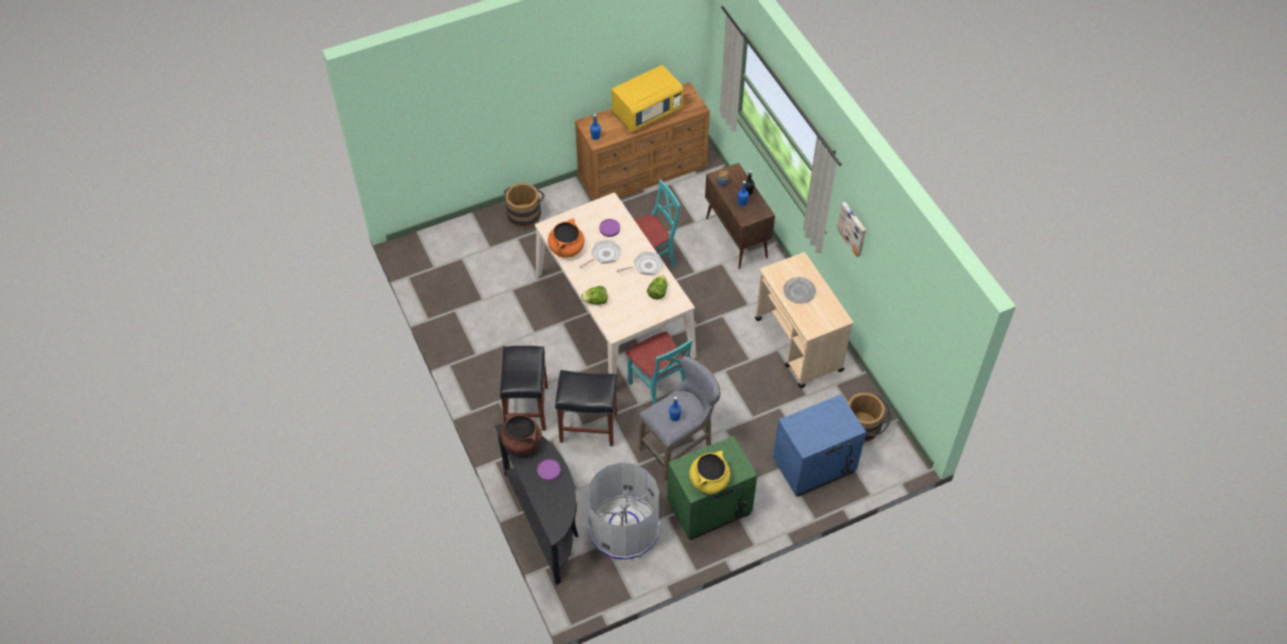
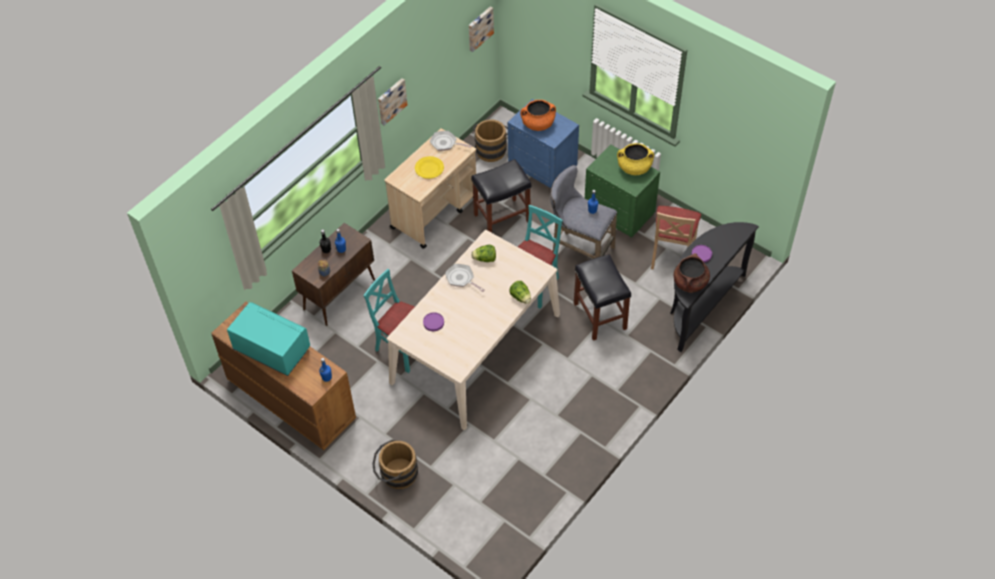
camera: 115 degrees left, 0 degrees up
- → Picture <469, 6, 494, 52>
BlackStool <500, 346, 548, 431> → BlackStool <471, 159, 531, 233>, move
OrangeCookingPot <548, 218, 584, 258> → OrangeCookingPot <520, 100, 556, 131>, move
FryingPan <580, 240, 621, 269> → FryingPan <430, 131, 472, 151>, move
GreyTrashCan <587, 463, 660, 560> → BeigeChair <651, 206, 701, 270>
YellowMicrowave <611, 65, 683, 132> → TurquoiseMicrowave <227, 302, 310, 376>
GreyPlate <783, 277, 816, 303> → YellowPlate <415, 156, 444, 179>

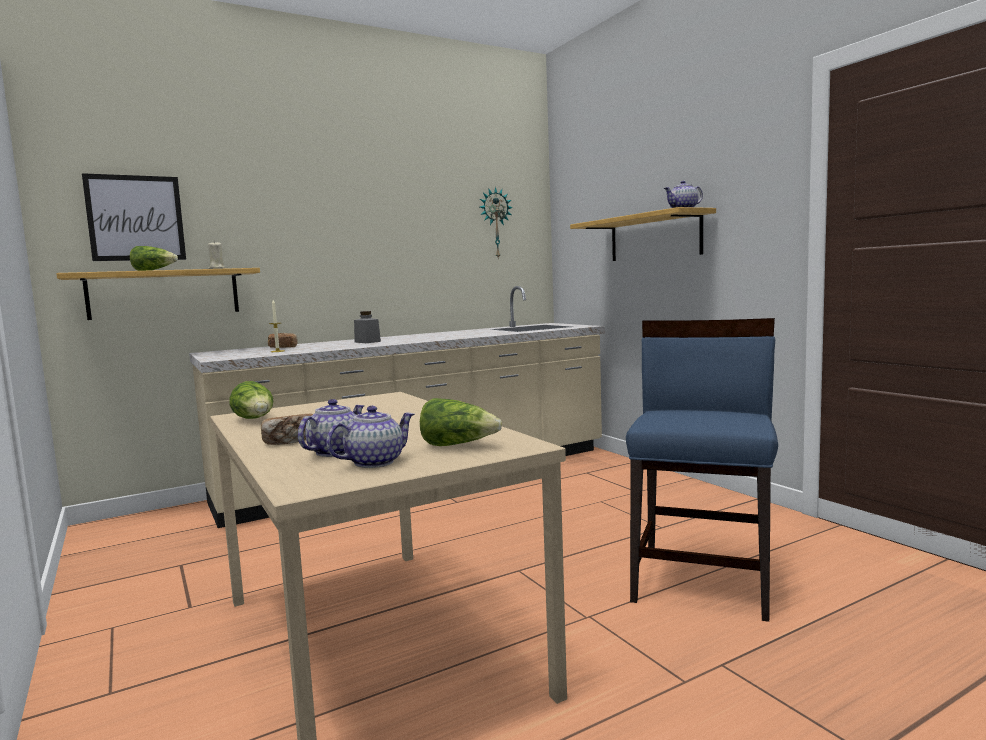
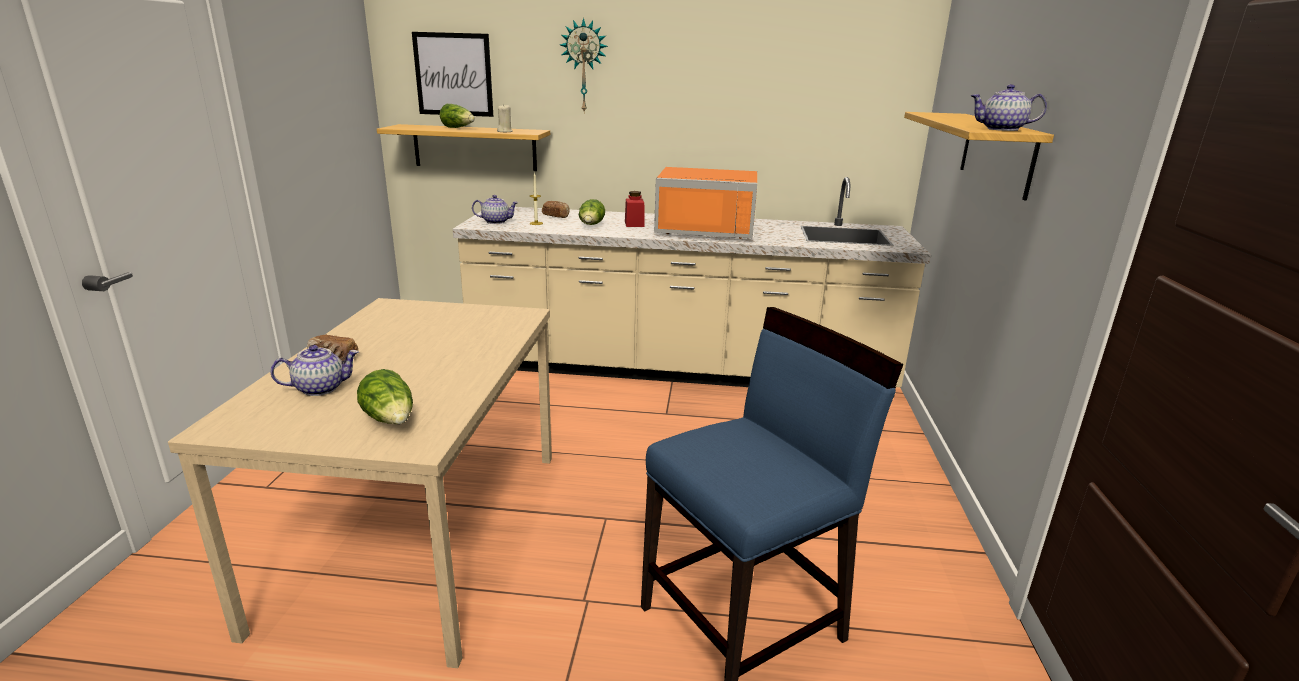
camera: 35 degrees right, 15 degrees up
- → OrangeMicrowave <654, 167, 757, 239>
Lettuce <230, 381, 273, 419> → Lettuce <579, 199, 605, 225>, move
Teapot <326, 406, 414, 468> → Teapot <472, 195, 518, 224>, move
WallClock <480, 187, 513, 260> → WallClock <560, 18, 608, 114>, move
GreyJar <354, 311, 381, 343> → RedJar <625, 191, 645, 227>

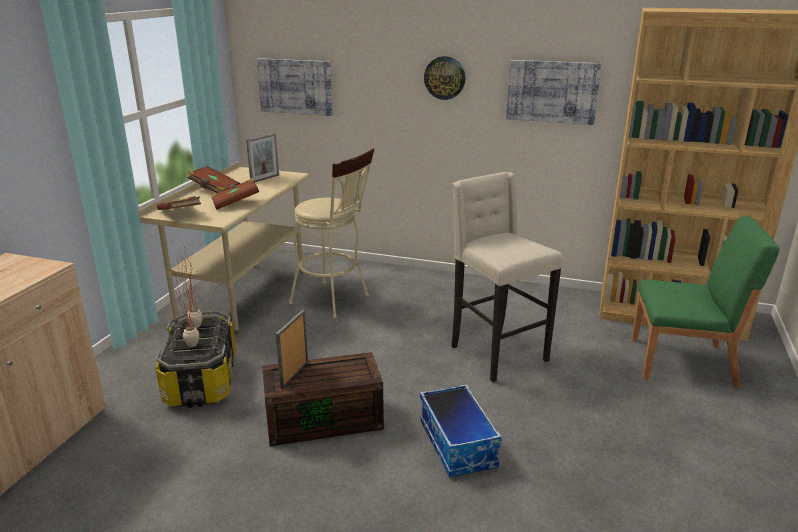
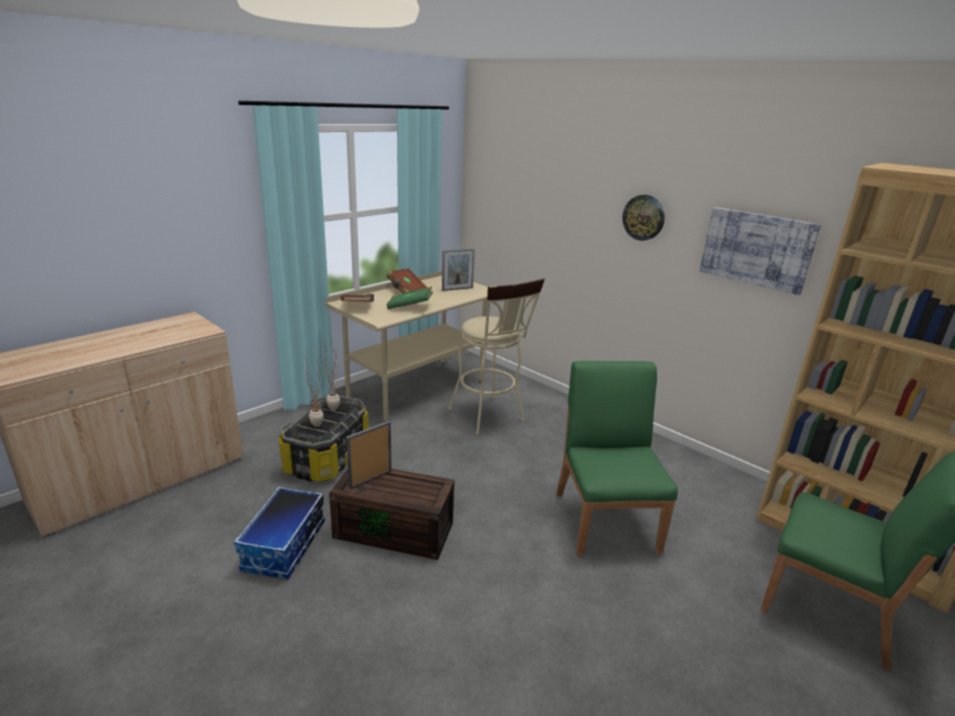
camera: 25 degrees right, 0 degrees up
Picture <257, 58, 332, 116> → -
StorageBox <420, 384, 502, 477> → StorageBox <234, 487, 325, 580>, move
BeigeStool <451, 172, 563, 382> → GreenChair <556, 361, 678, 556>
BrownBook <211, 178, 259, 210> → GreenBook <387, 287, 433, 309>

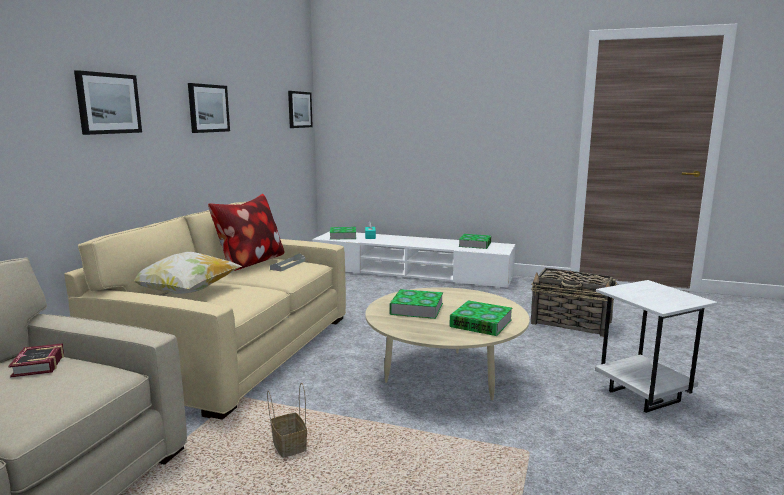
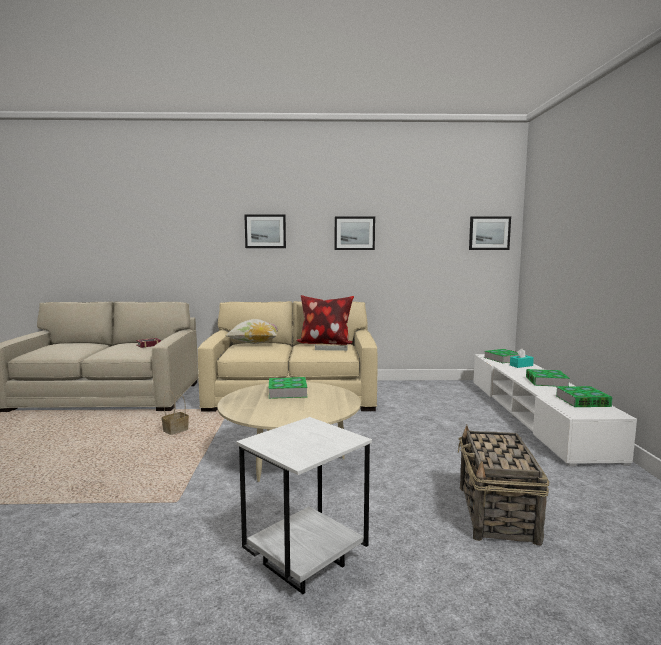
camera: 70 degrees right, 5 degrees down
Book <449, 300, 512, 336> → Book <526, 369, 570, 387>, move

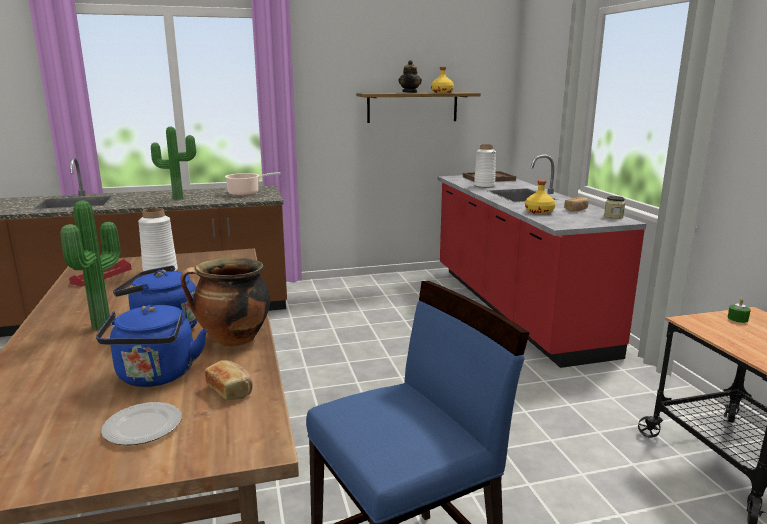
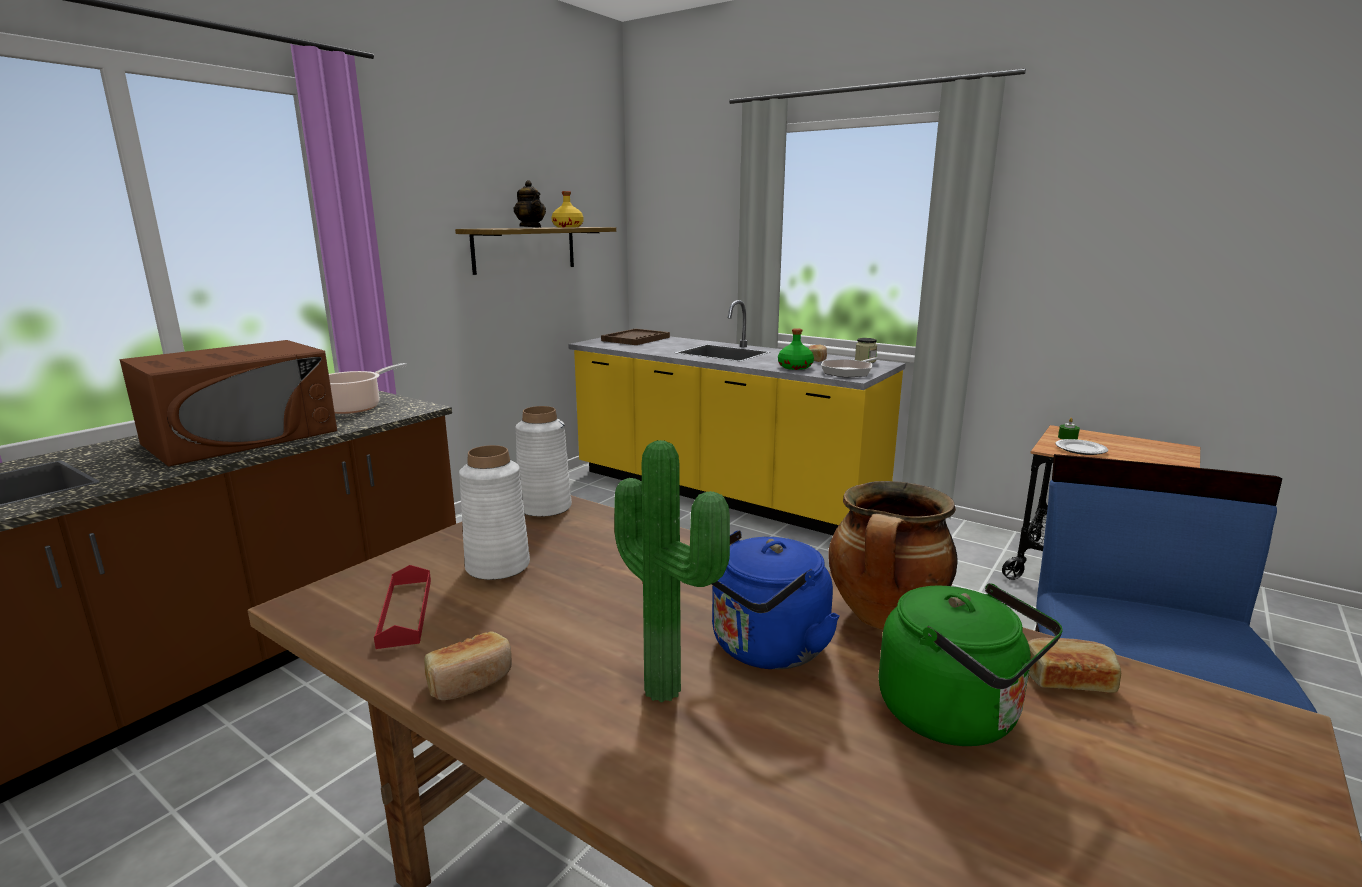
camera: 40 degrees left, 0 degrees up
- → Bread <424, 631, 512, 700>
- → FryingPan <821, 357, 878, 377>
Plate <101, 402, 182, 445> → Plate <1055, 439, 1108, 455>, move
WhiteVase <474, 144, 496, 188> → WhiteVase <515, 406, 572, 517>, move
PottedPlant <151, 126, 196, 200> → BrownMicrowave <120, 340, 337, 467>
BlueKettle <96, 305, 207, 387> → GreenKettle <879, 583, 1063, 746>
RedCounter <438, 155, 647, 368> → YellowCounter <568, 300, 906, 535>
YellowBottle <525, 180, 555, 214> → GreenBottle <778, 328, 814, 370>

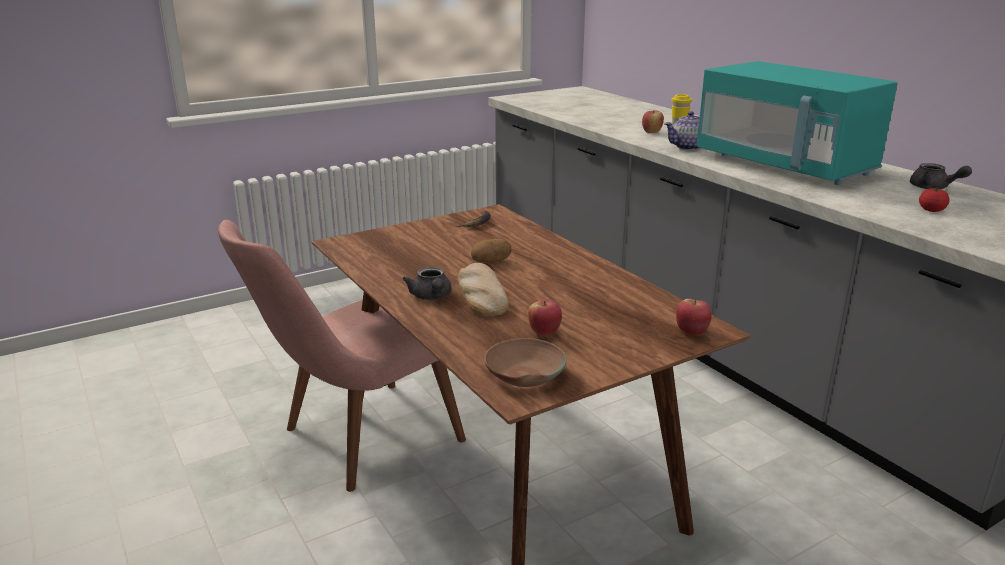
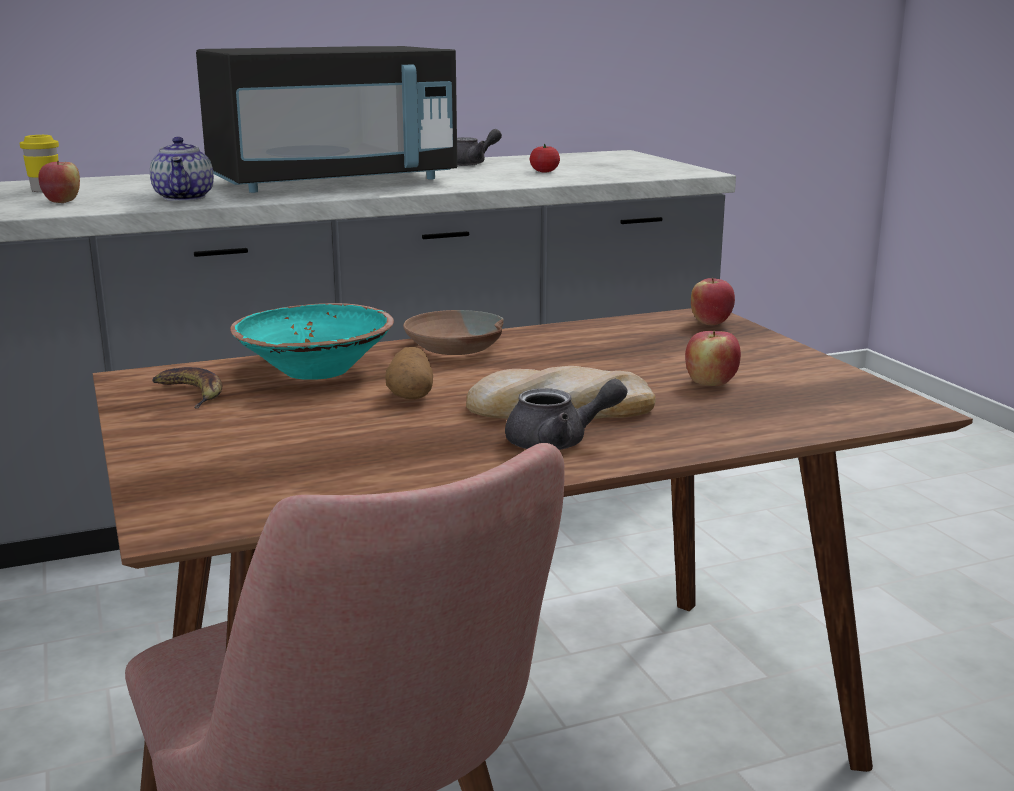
camera: 80 degrees left, 5 degrees down
- → TurquoiseBowl <230, 303, 394, 380>
BrownBowl <484, 338, 567, 387> → BrownBowl <403, 310, 504, 355>, move
TurquoiseMicrowave <697, 61, 898, 185> → BlackMicrowave <196, 46, 457, 193>

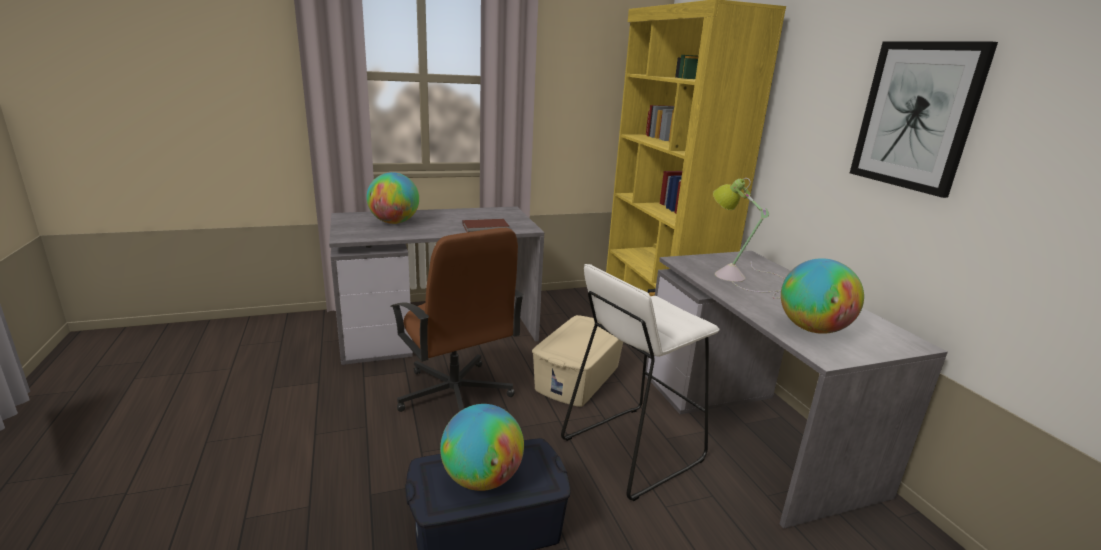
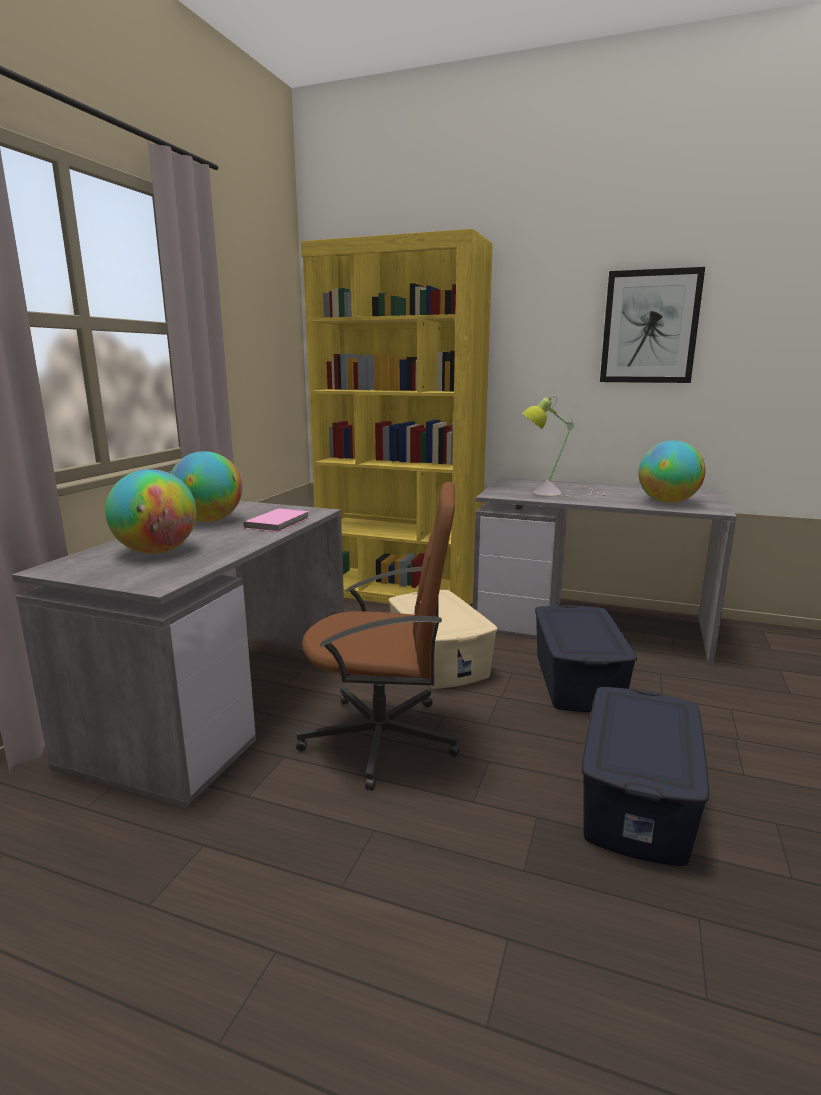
camera: 50 degrees left, 5 degrees down
Globe <440, 404, 524, 491> → Globe <170, 451, 242, 522>, move
WhiteStool <561, 264, 720, 501> → BlueStorageBox <535, 605, 637, 712>
BrownBook <462, 219, 509, 232> → PinkBook <243, 508, 309, 532>

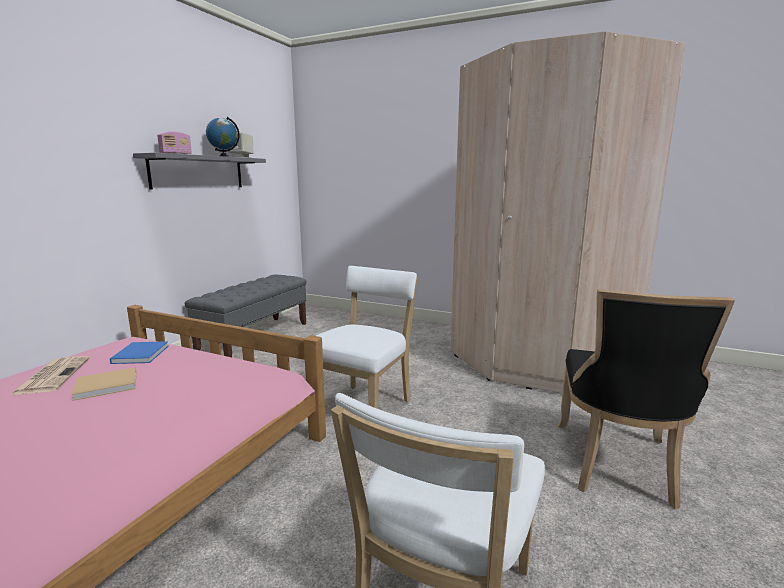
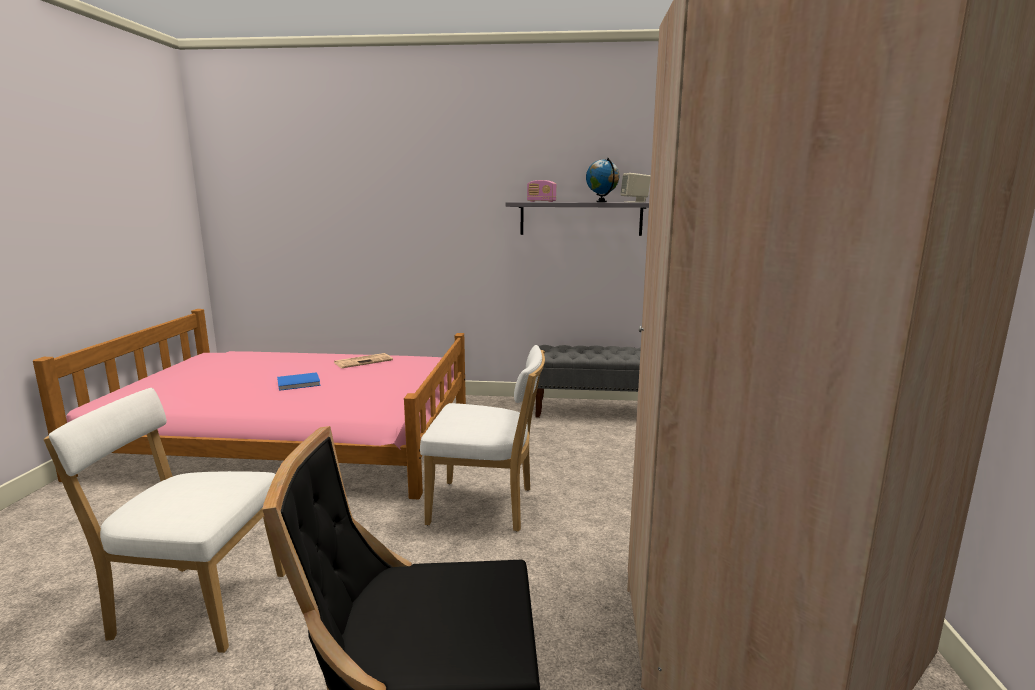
camera: 70 degrees right, 0 degrees up
BeigeBook <71, 367, 136, 401> → -
BlueBook <110, 341, 168, 364> → BlueBook <277, 372, 321, 391>, move

